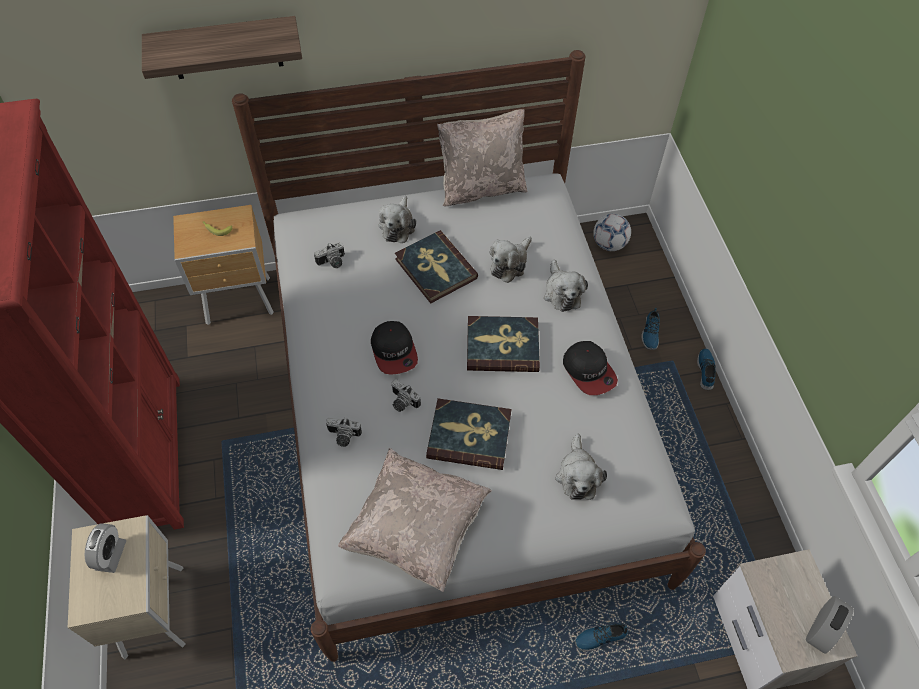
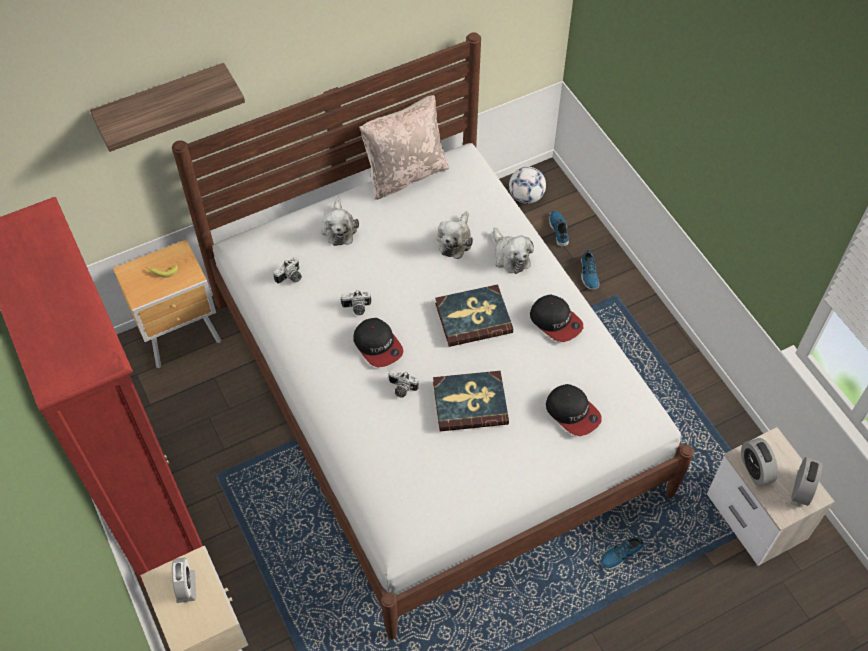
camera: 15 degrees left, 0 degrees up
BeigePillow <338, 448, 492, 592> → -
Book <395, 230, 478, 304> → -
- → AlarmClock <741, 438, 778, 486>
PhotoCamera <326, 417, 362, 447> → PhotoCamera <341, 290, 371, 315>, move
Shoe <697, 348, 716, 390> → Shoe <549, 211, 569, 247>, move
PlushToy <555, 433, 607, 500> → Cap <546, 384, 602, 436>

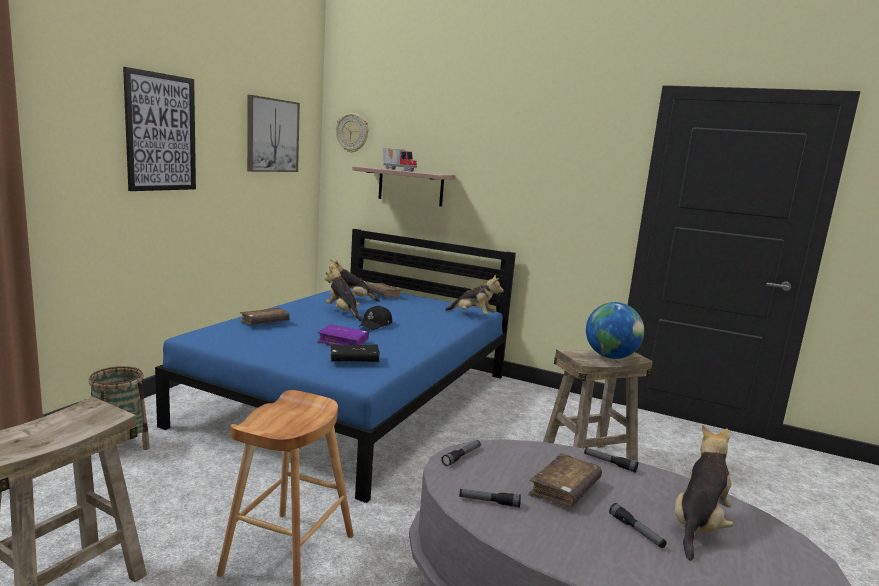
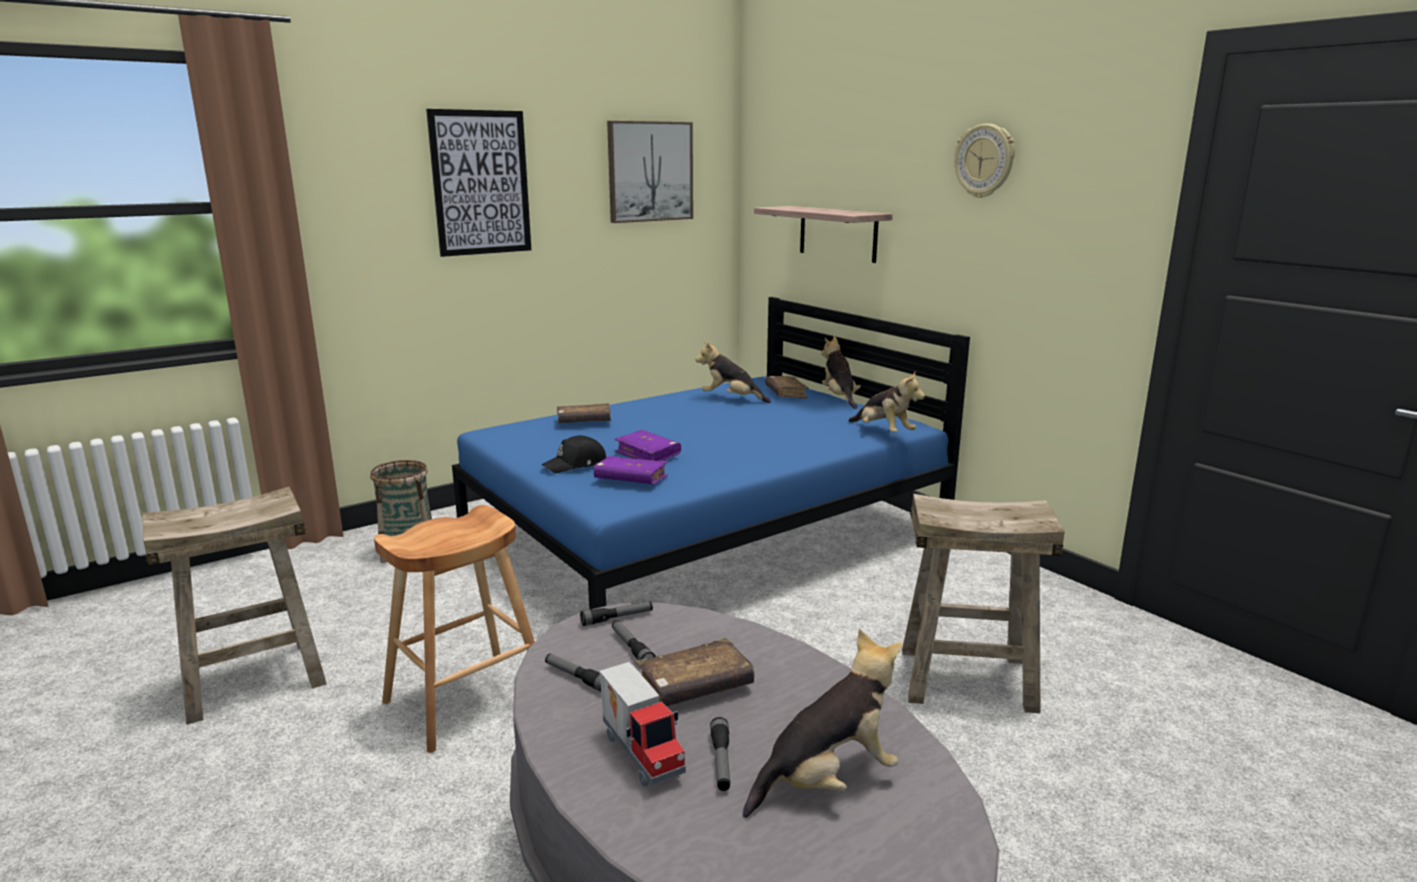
camera: 30 degrees right, 5 degrees up
Globe <586, 302, 644, 359> → -
PlushToy <324, 265, 363, 321> → PlushToy <821, 336, 861, 409>, move
WallClock <336, 113, 369, 153> → WallClock <954, 124, 1015, 198>, move
BlackCap <359, 305, 392, 330> → BlackCap <542, 435, 606, 473>, move
ToyTruck <383, 148, 417, 171> → ToyTruck <599, 662, 686, 787>, move
Flashlight <584, 448, 638, 473> → Flashlight <612, 621, 656, 660>, move
BlackBook <330, 344, 380, 362> → PurpleBook <594, 456, 668, 484>

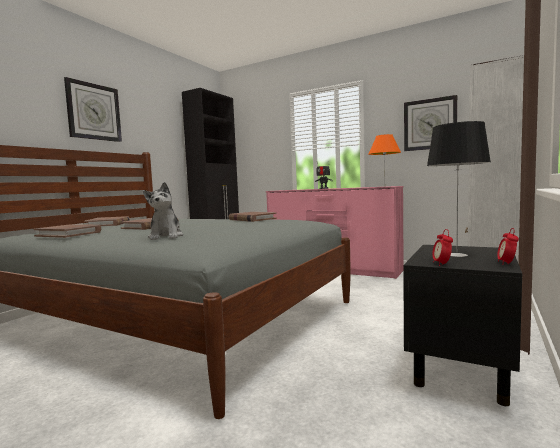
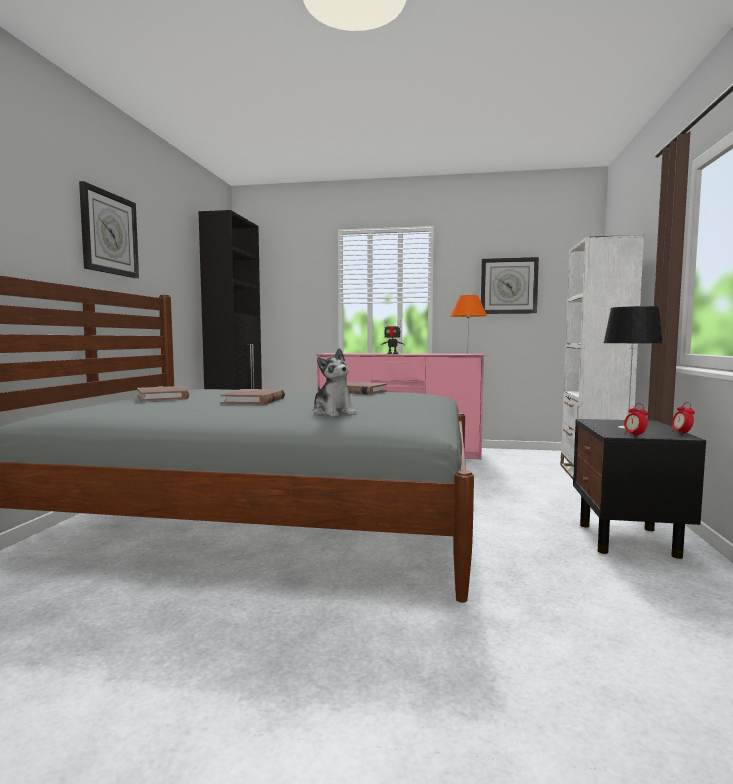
camera: 20 degrees left, 0 degrees up
BrownBook <34, 224, 101, 238> → -

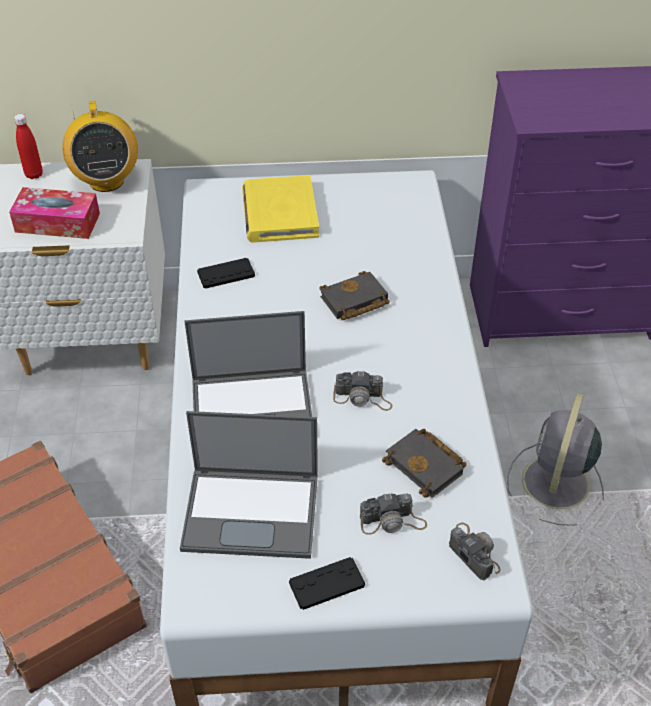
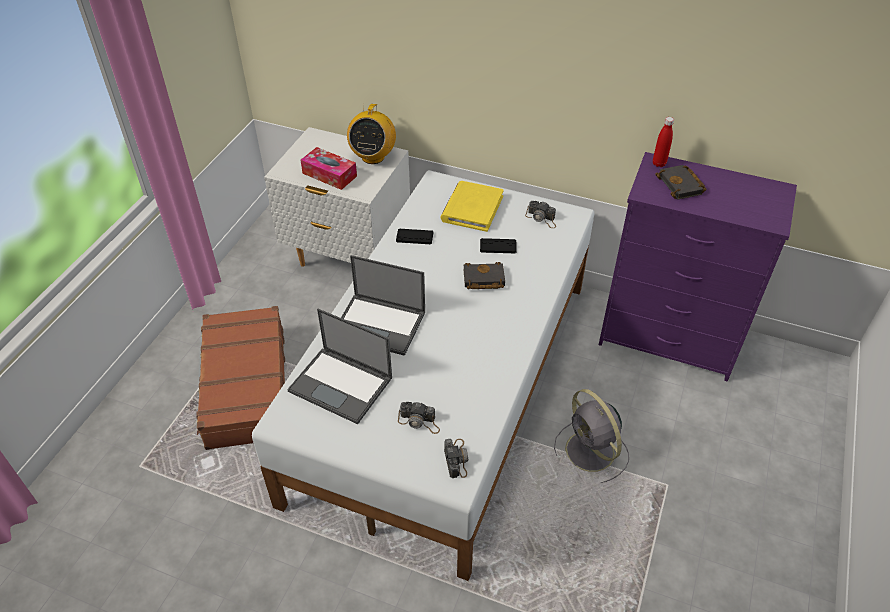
camera: 25 degrees right, 0 degrees up
RedBottle <14, 114, 43, 179> → RedBottle <653, 117, 674, 167>, move
BlackGameController <289, 557, 365, 610> → BlackGameController <480, 238, 517, 253>, move
PhotoCamera <333, 370, 392, 411> → PhotoCamera <525, 201, 556, 228>, move
BlackBook <382, 429, 467, 498> → BlackBook <655, 165, 707, 200>, move
GreyFan <507, 393, 604, 526> → GreyFan <554, 389, 629, 483>, 75 degrees counterclockwise

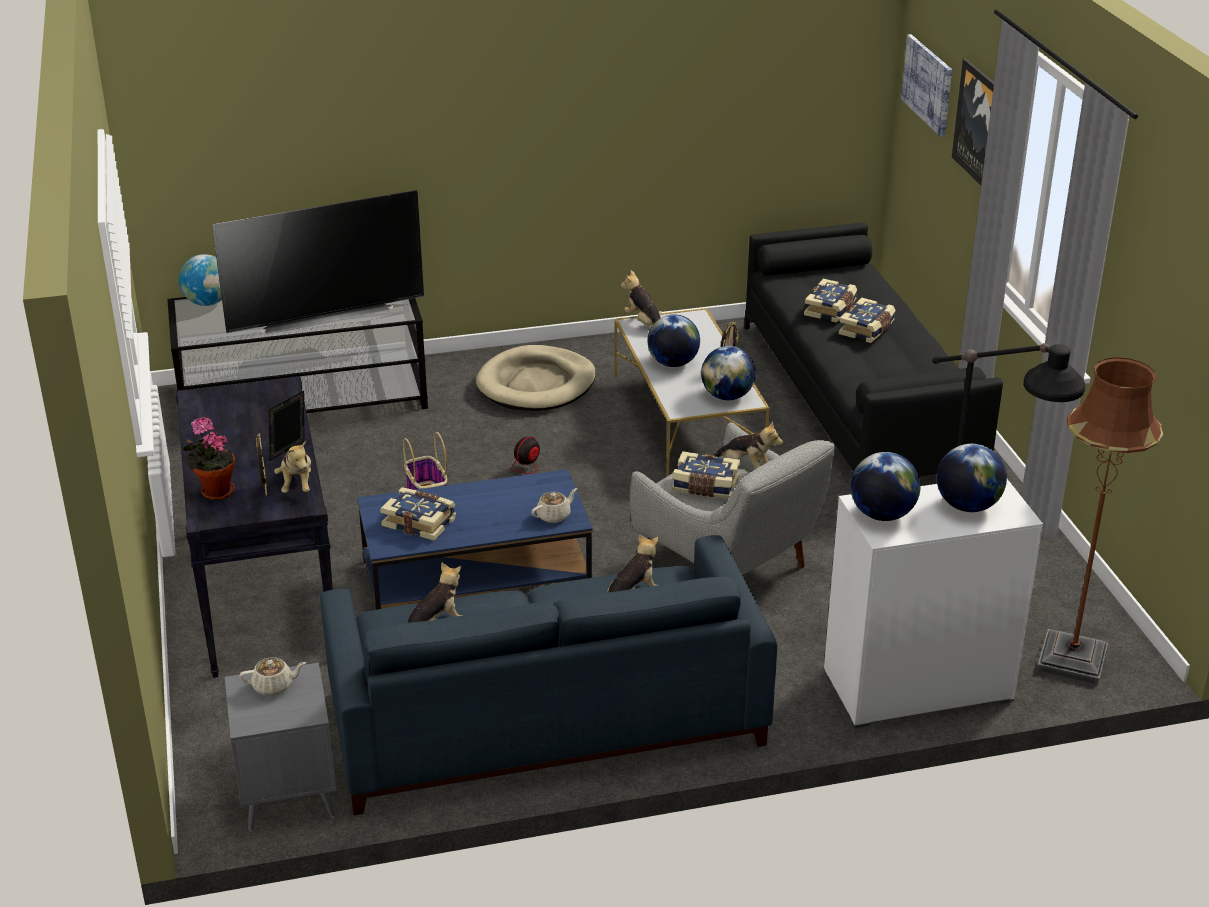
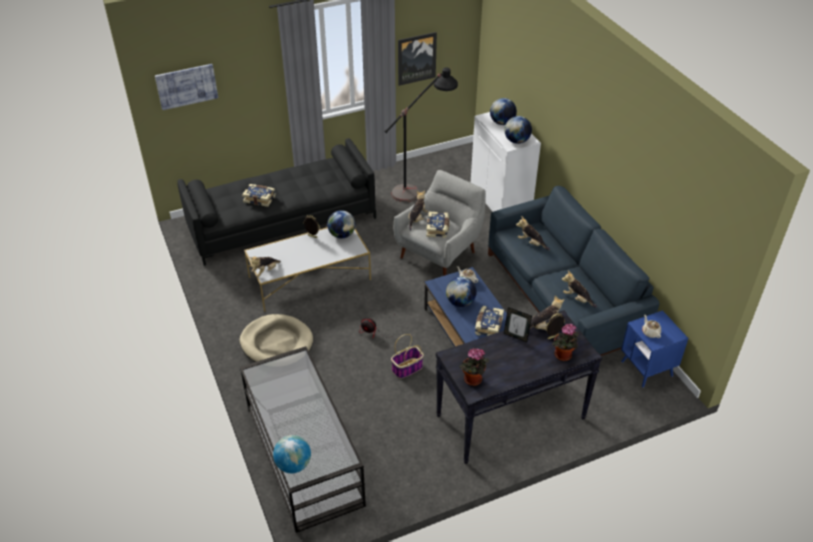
camera: 100 degrees left, 10 degrees up
Television <212, 190, 424, 334> → -
Book <839, 298, 896, 343> → -
BrownFloorLamp <1037, 357, 1163, 686> → -
- → PottedPlant <459, 348, 489, 386>
Globe <648, 314, 700, 367> → Globe <446, 277, 477, 307>, move
Picture <952, 59, 994, 185> → Picture <398, 32, 437, 86>, move
GreySideTable <225, 663, 336, 831> → BlueSideTable <621, 310, 688, 388>

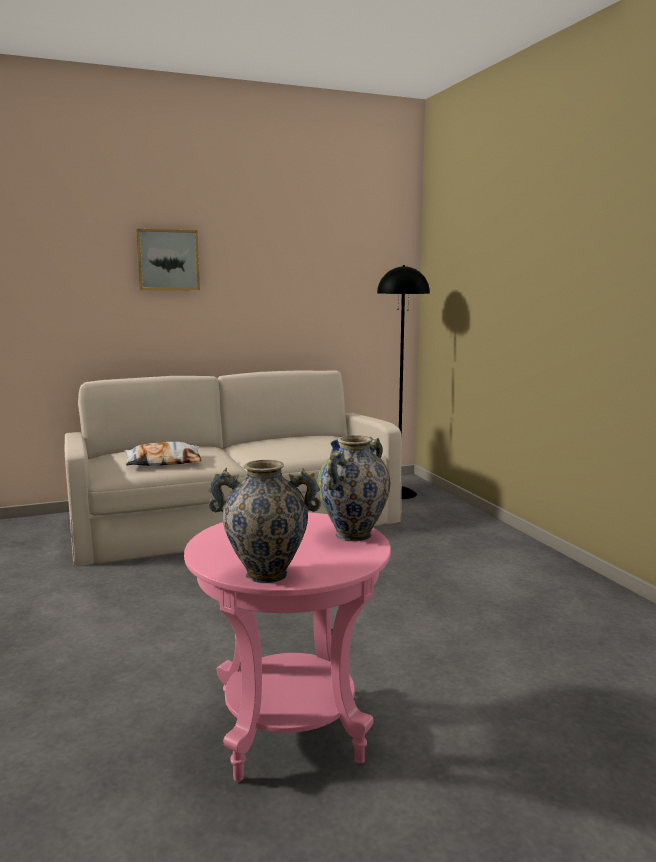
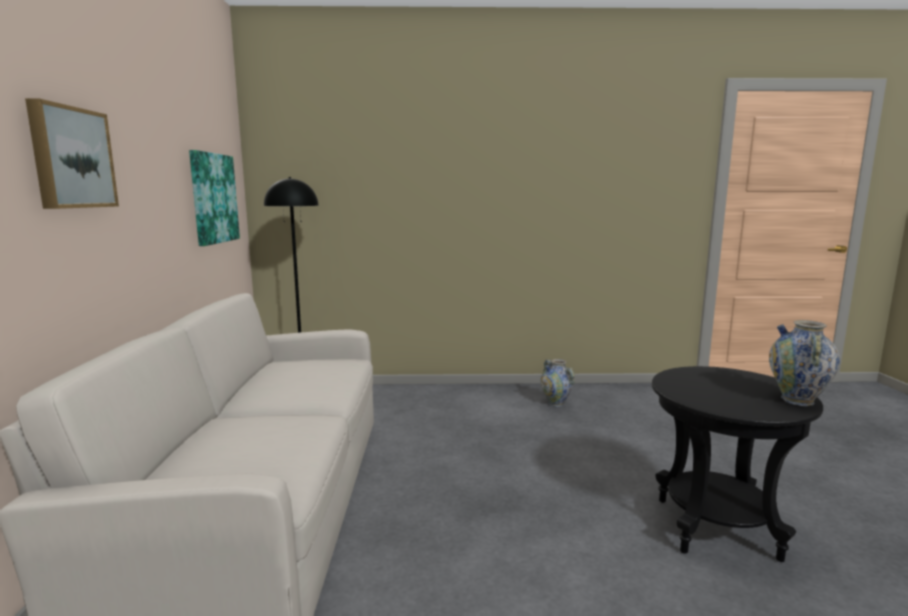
camera: 70 degrees left, 0 degrees up
Pillow <125, 442, 202, 466> → -
- → Picture <189, 150, 240, 246>
Vase <317, 435, 390, 541> → Vase <541, 359, 575, 407>, move
PinkSideTable <184, 512, 391, 781> → BlackSideTable <652, 366, 823, 562>

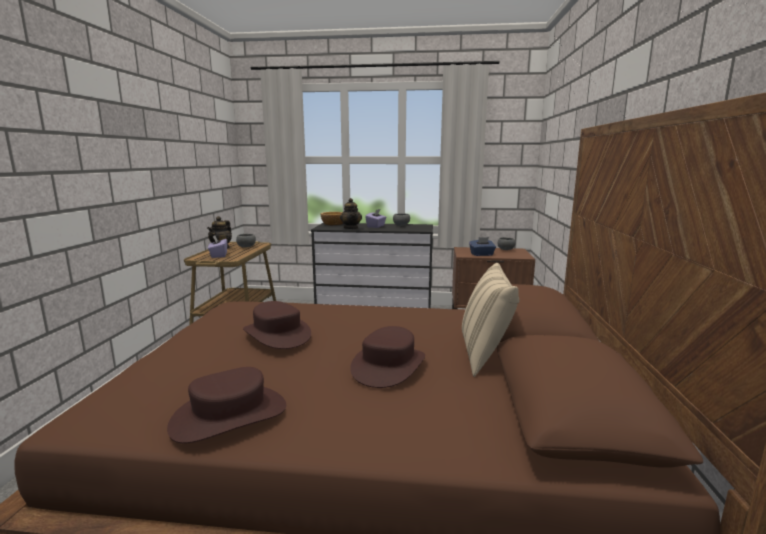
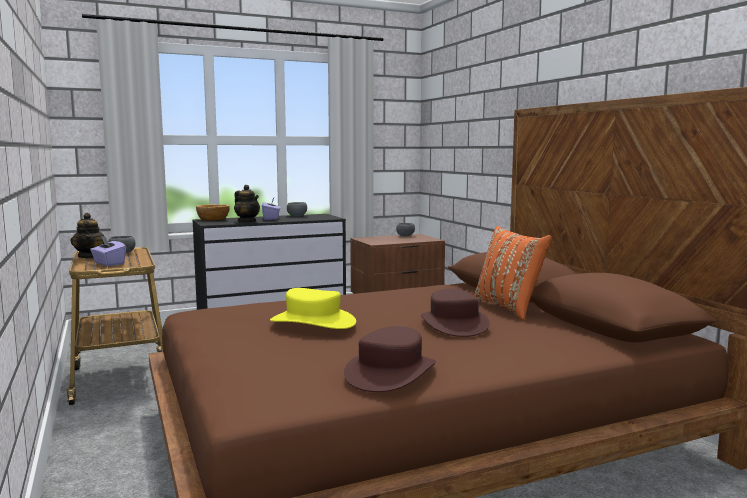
camera: 30 degrees left, 5 degrees down
BlueTissueBox <469, 237, 496, 256> → -
BrownHat <243, 301, 311, 349> → YellowHat <270, 288, 356, 329>
BeigePillow <462, 263, 519, 377> → OrangePillow <474, 226, 552, 320>

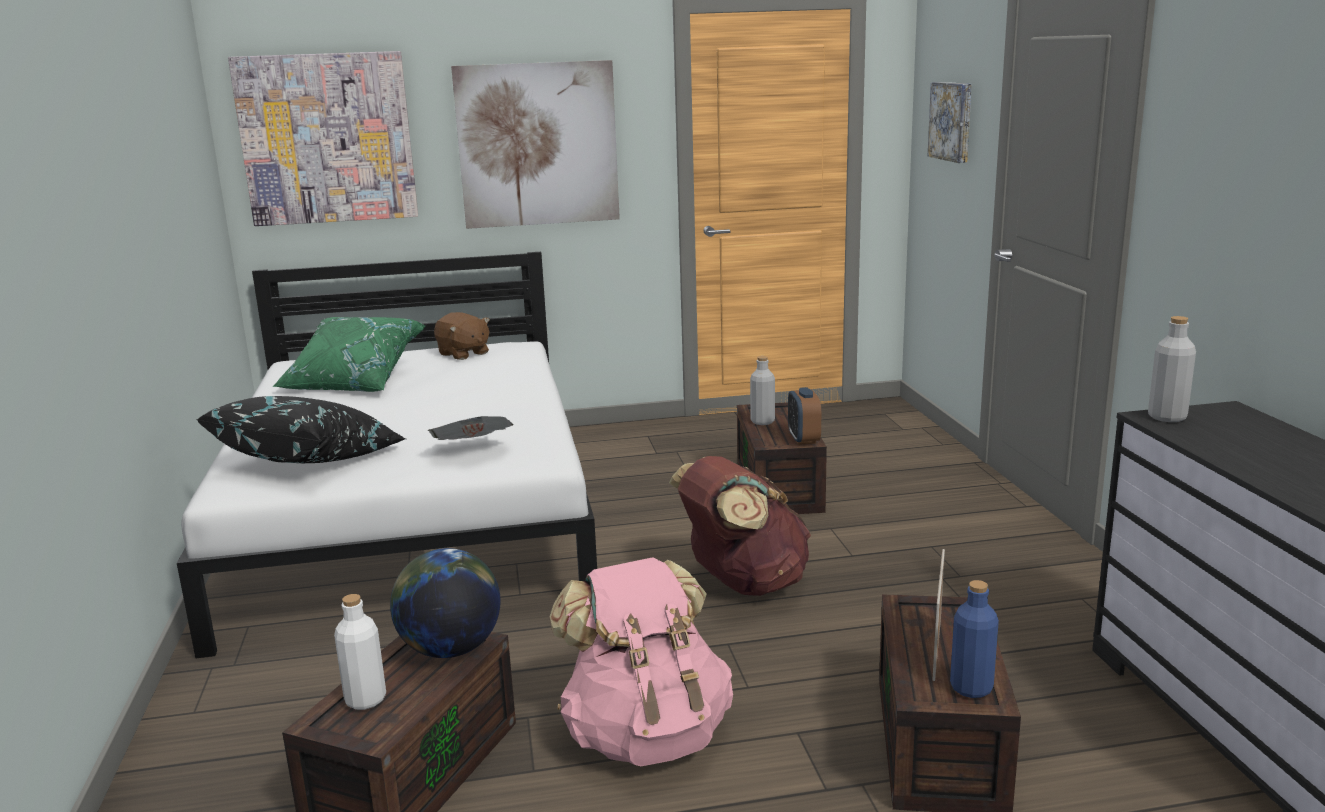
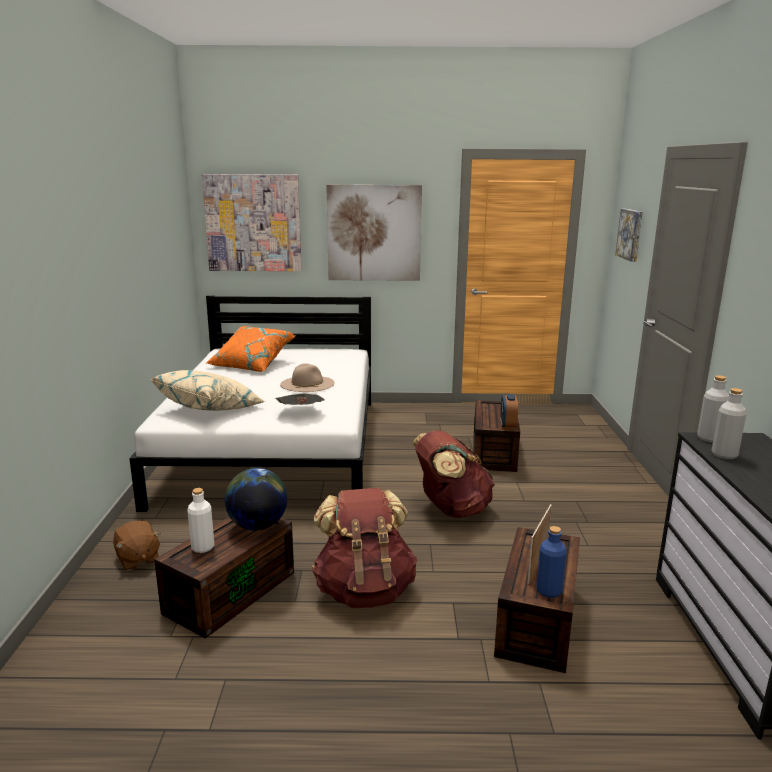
camera: 10 degrees right, 0 degrees up
- → BeigeHat <280, 363, 334, 392>
BrownPlushToy <434, 312, 490, 360> → BrownPlushToy <113, 521, 161, 571>, move
GreyBottle <750, 356, 775, 425> → GreyBottle <711, 388, 747, 459>, move
BlackPillow <196, 396, 406, 463> → BeigePillow <151, 370, 265, 411>
GreenPillow <273, 317, 425, 392> → OrangePillow <206, 326, 295, 372>
PinkBackpack <549, 557, 733, 766> → BrownBackpack <312, 488, 418, 608>

